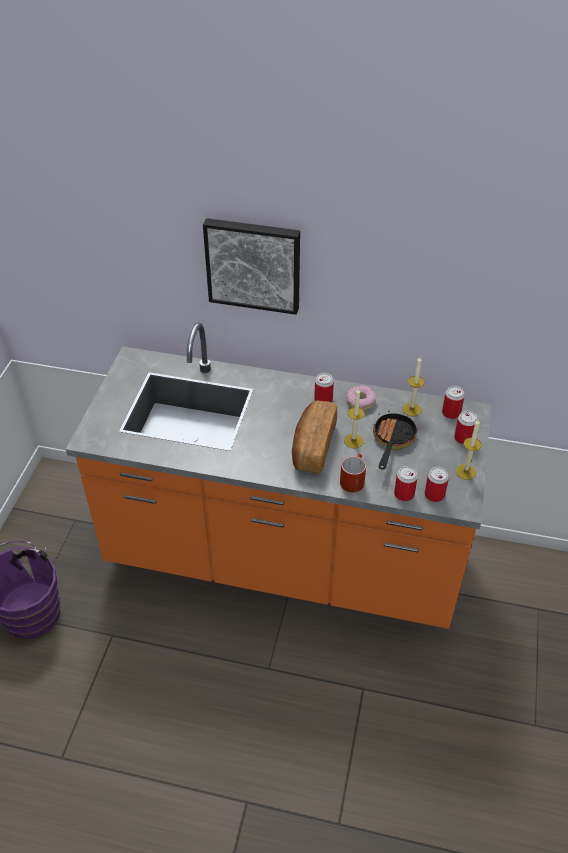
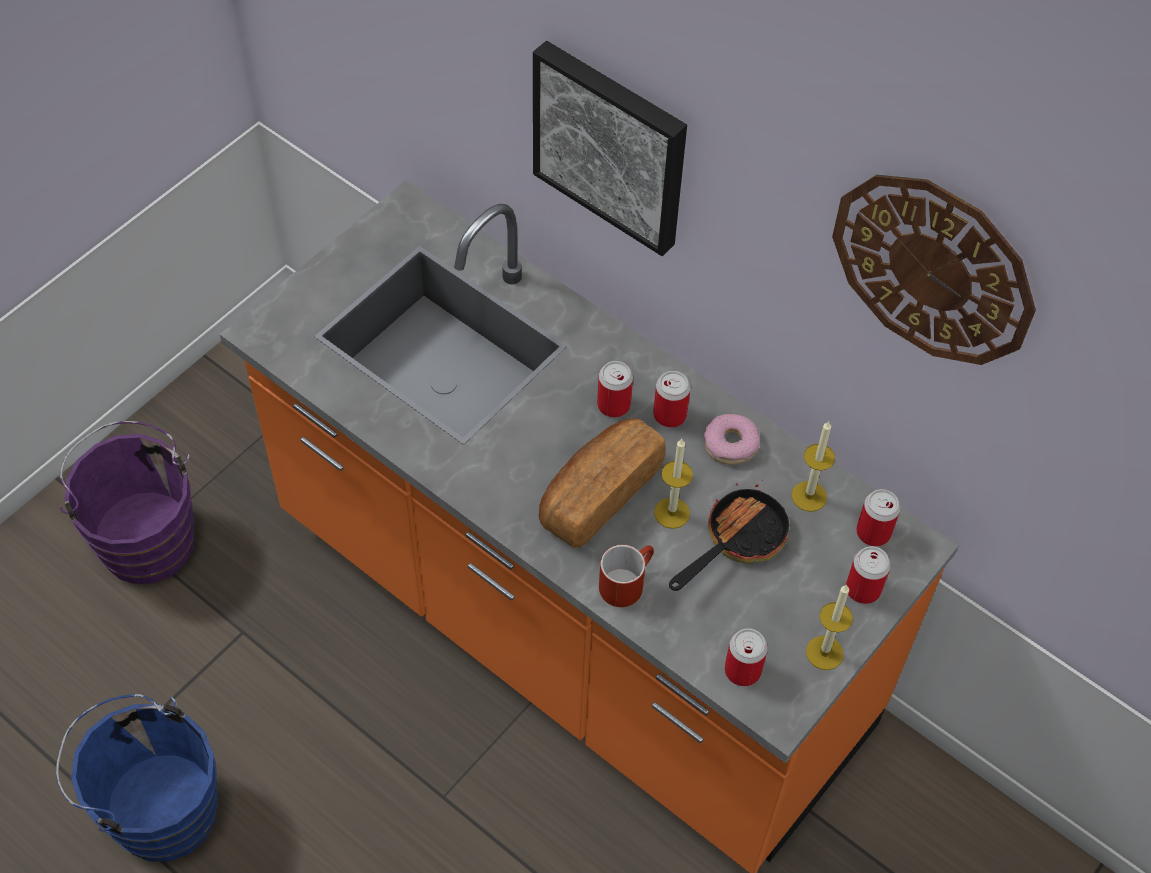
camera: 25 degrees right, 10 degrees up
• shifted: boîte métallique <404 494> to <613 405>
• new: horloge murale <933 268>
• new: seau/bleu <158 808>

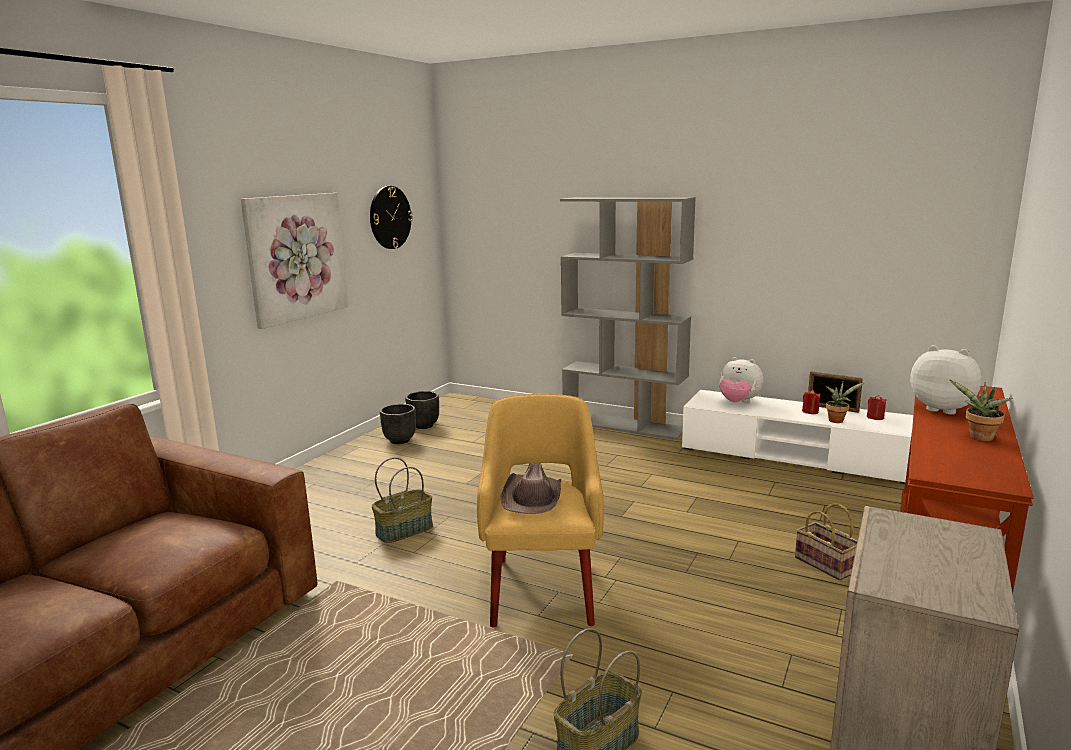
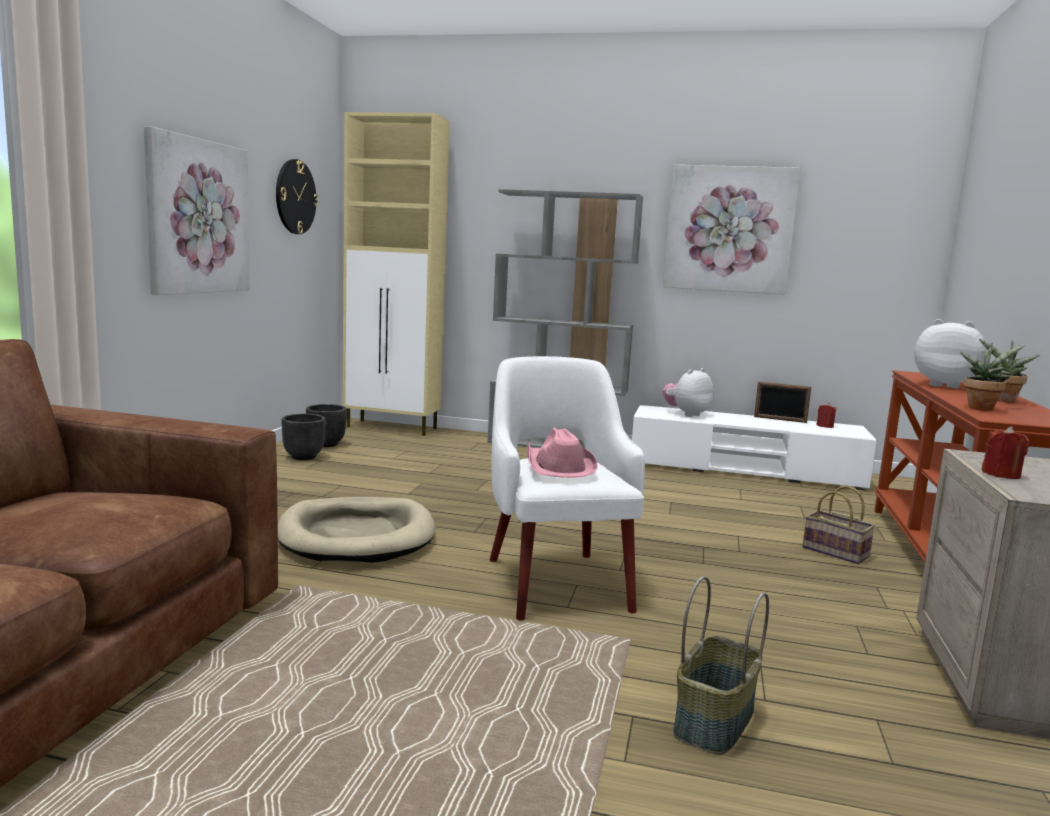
camera: 15 degrees left, 5 degrees down
• rotated: peluche <738 402> = <686 414> 120 degrees clockwise
• shifted: plante en pot <837 420> to <981 408>
• shifted: bougie/rouge <810 411> to <1001 474>
• repainted: fauteuil/jaune <542 587> to fauteuil/blanc <556 581>
• swapped: panier <404 530> to panier pour chien/beige <357 536>
• repainted: chapeau/marron <532 497> to chapeau/rose <558 466>
• new: meuble de rangement/beige <393 428>
• new: tableau <729 229>

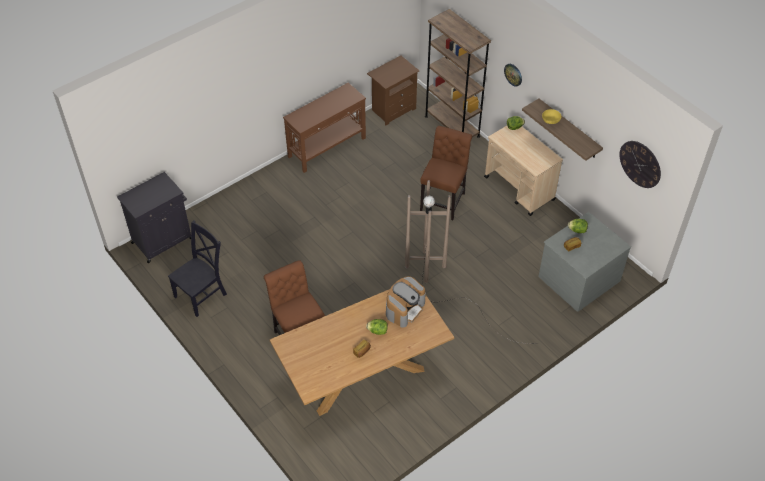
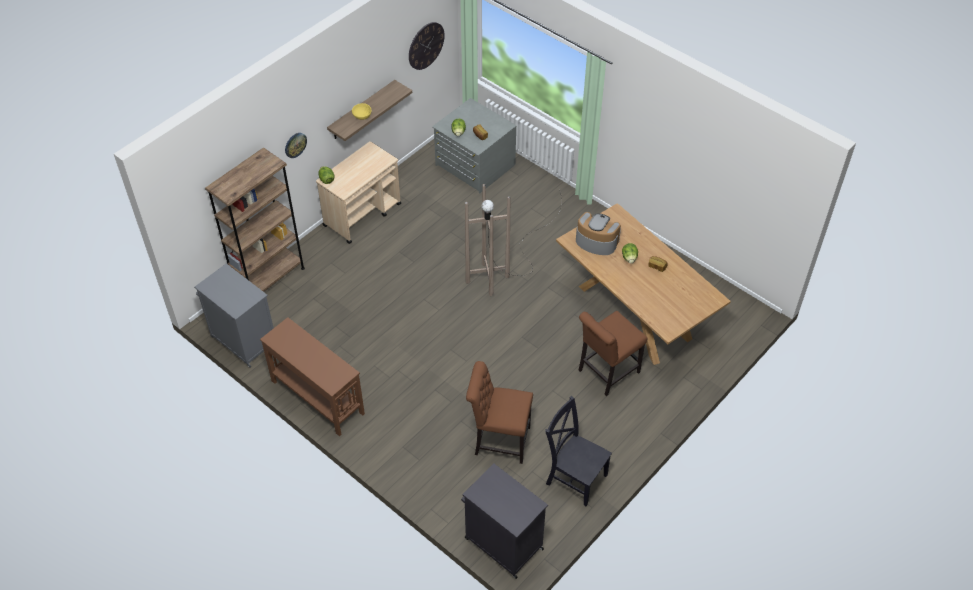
camera: 100 degrees left, 0 degrees up
• swapped: table de chevet/marron <392 109> to meuble de rangement/gris <243 340>
• shifted: chaise/marron <444 200> to <499 440>

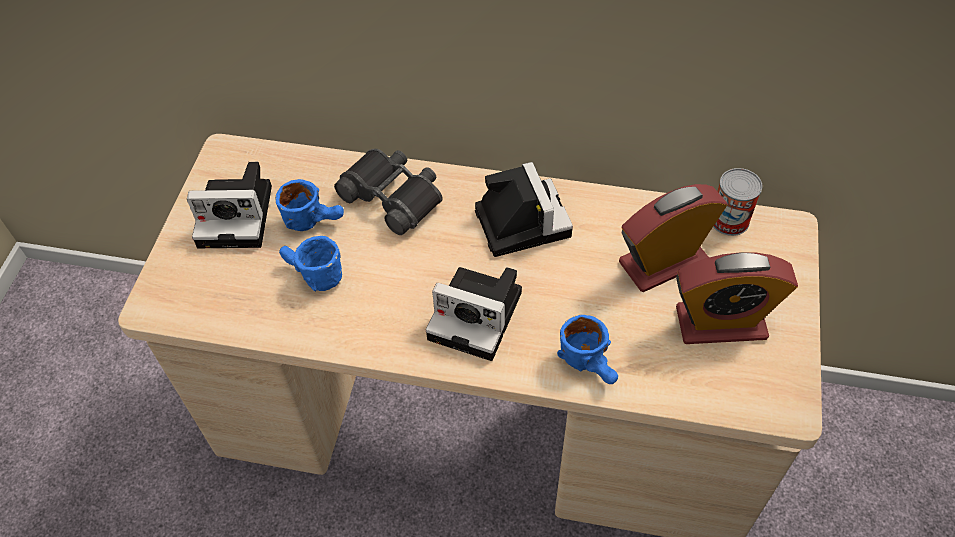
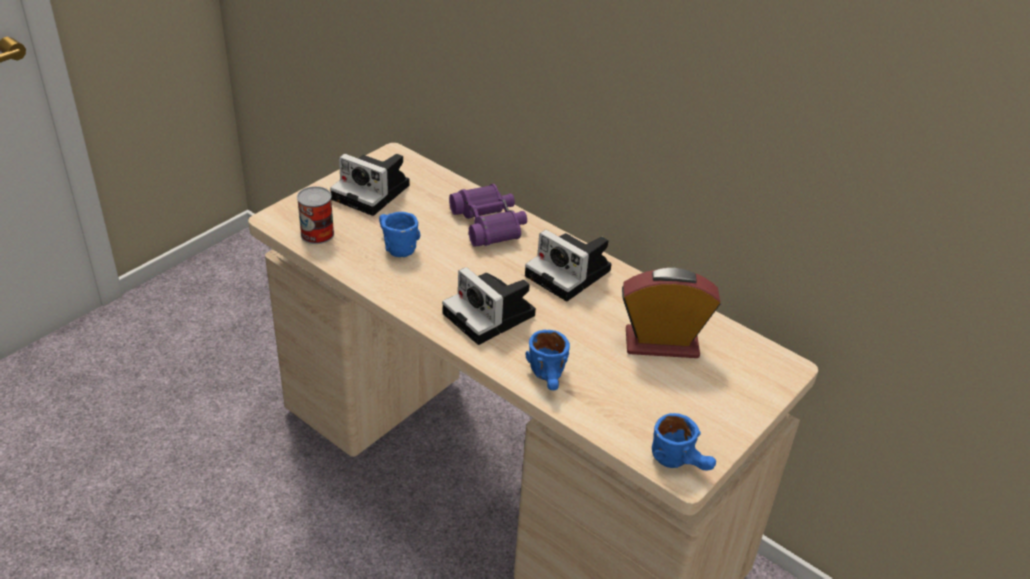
camera: 25 degrees right, 15 degrees down
• repainted: jumelles/noir <393 196> to jumelles/violet <489 224>
• rotated: appareil photo <520 220> = <571 274> 120 degrees clockwise
• shifted: boîte métallique <729 219> to <317 234>
• shifted: mug/bleu <315 219> to <682 461>
• gone: réveil <721 323>

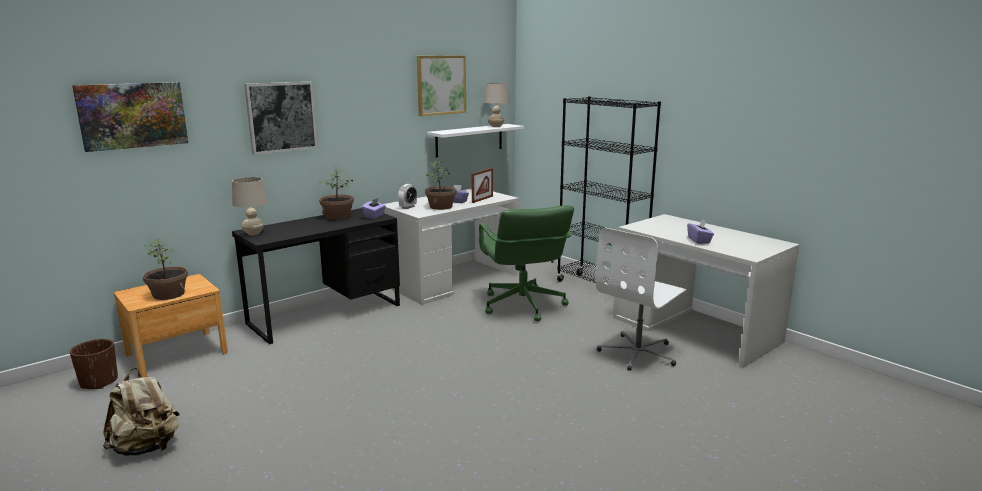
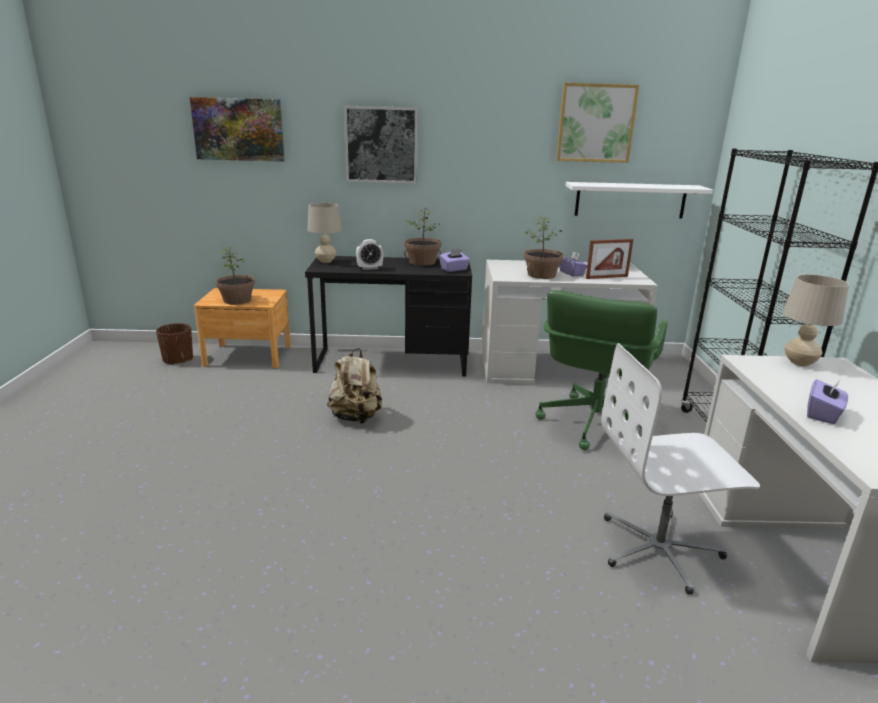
camera: 40 degrees right, 5 degrees up
• shifted: lampe de table/beige <496 126> to <799 363>
• shifted: réveil <408 207> to <369 268>
• shifted: sac à dos/beige <147 447> to <356 417>

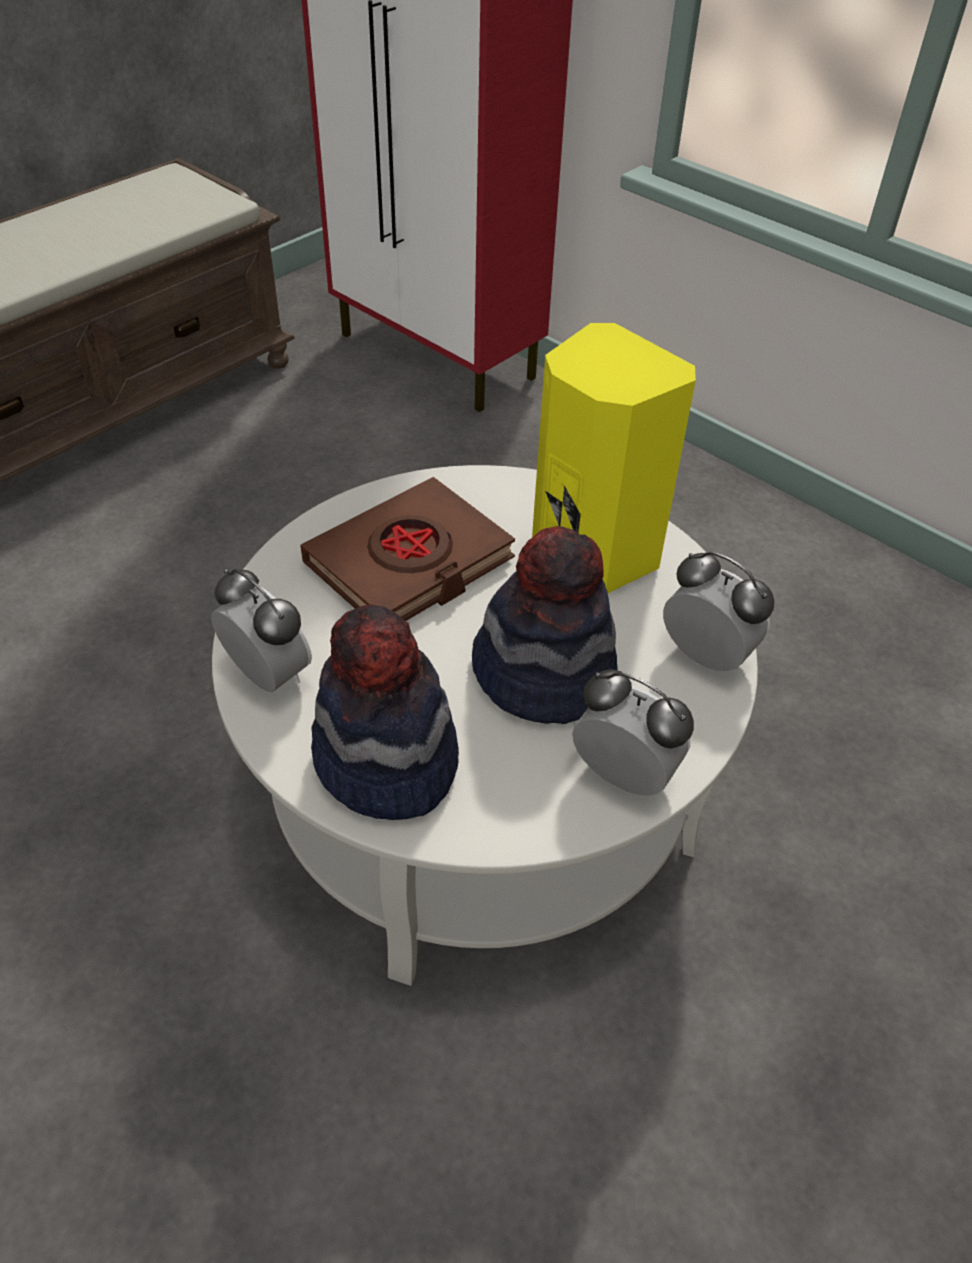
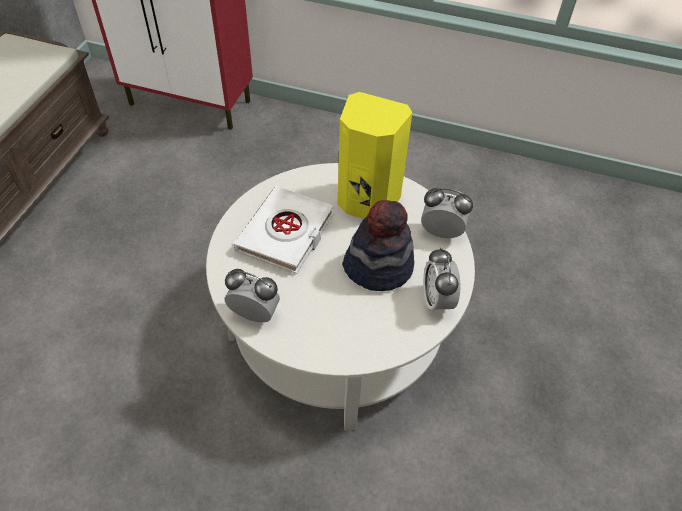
camera: 25 degrees left, 5 degrees up
• repainted: livre/marron <410 563> to livre/blanc <286 233>
• gone: chapeau <385 761>
• rotated: réveil <623 775> = <437 300> 105 degrees counterclockwise

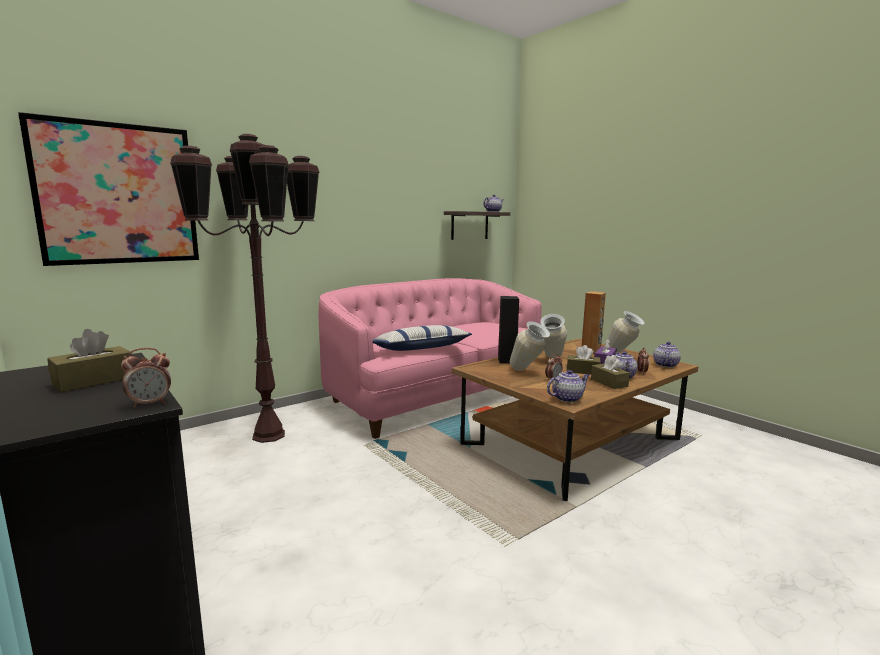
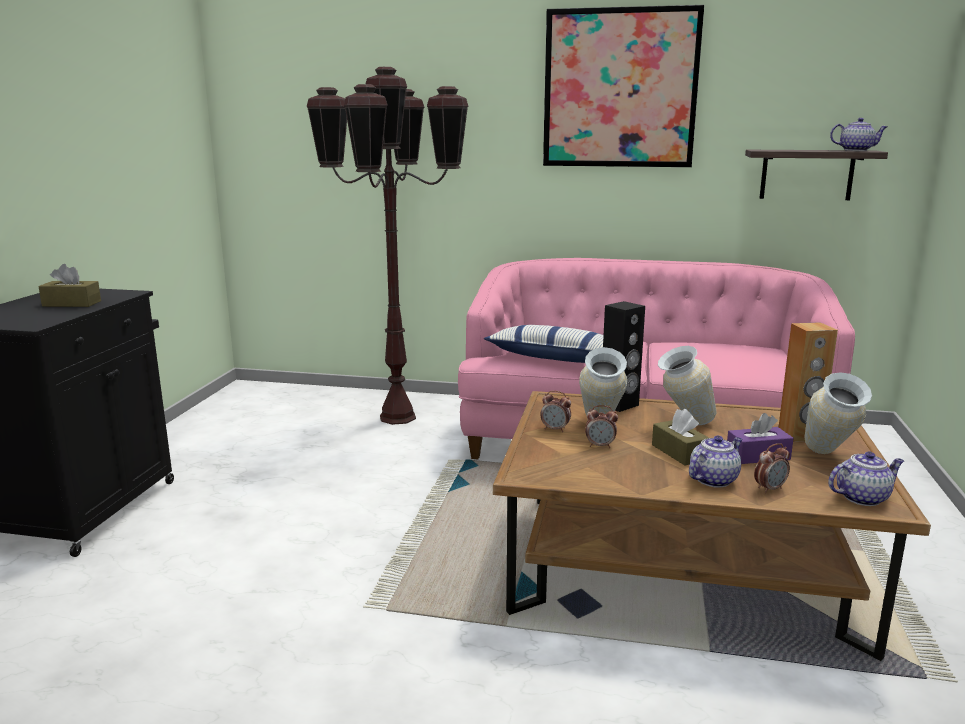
camera: 50 degrees right, 5 degrees up
• shifted: tableau <118 194> to <620 89>
• shifted: réveil <150 403> to <555 429>
• gone: boîte à mouchoirs/marron <609 382>
• gone: théière <567 398>

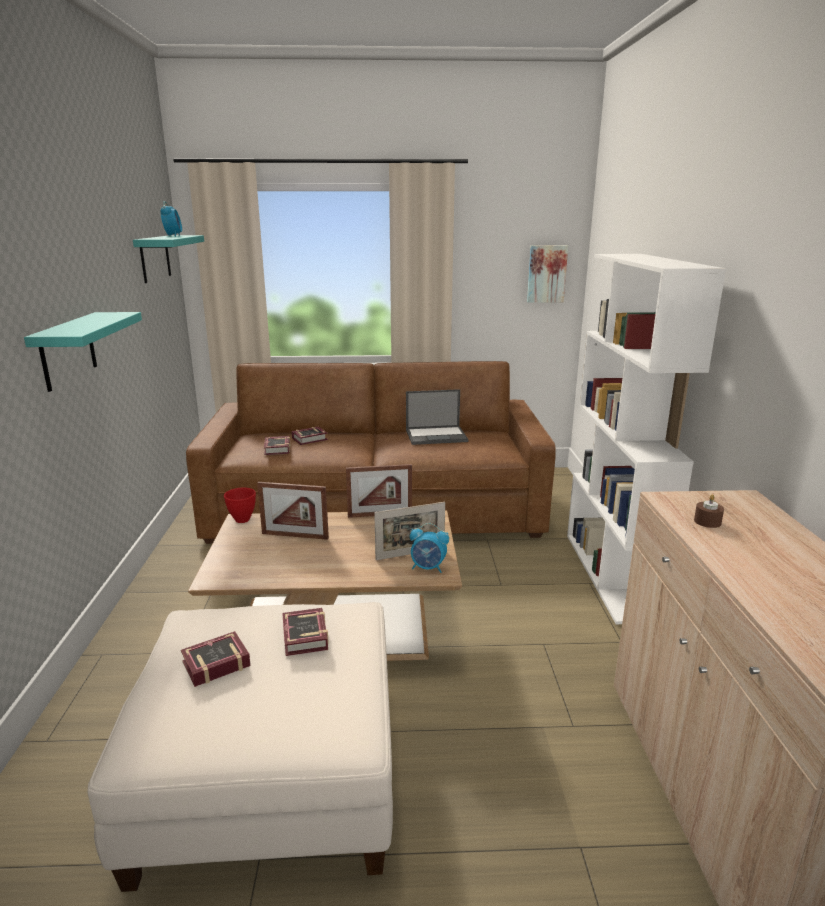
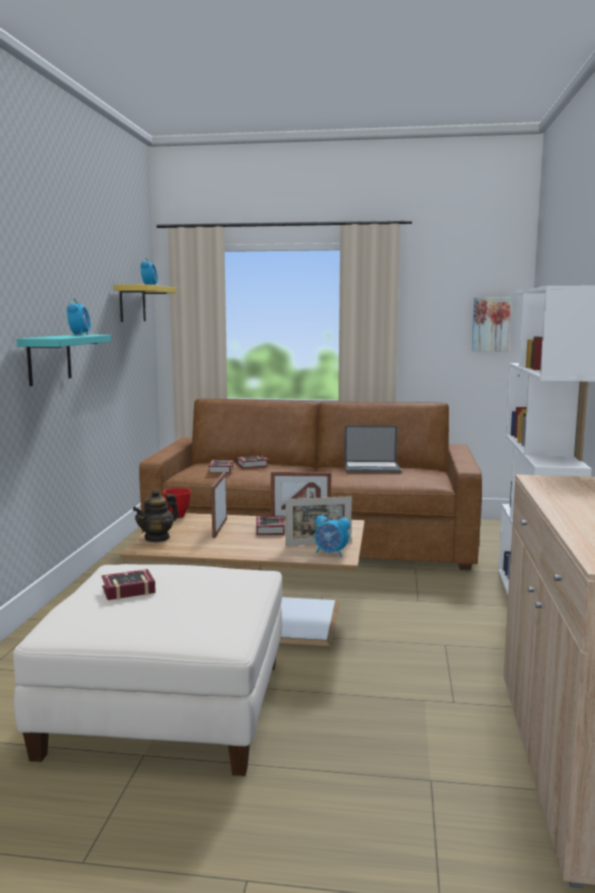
camera: 10 degrees right, 10 degrees down
• repainted: étagère/turquoise <155 258> to étagère/jaune <132 303>
• rotated: cadre photo <295 536> = <219 528> 75 degrees clockwise
• gone: bougie/marron <707 522>
• shifted: livre <303 638> to <269 530>
• new: réveil <80 335>
• new: théière <157 538>

